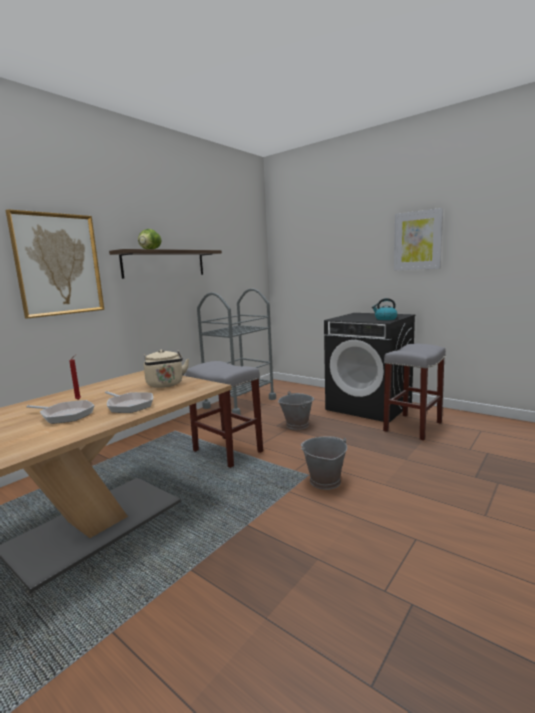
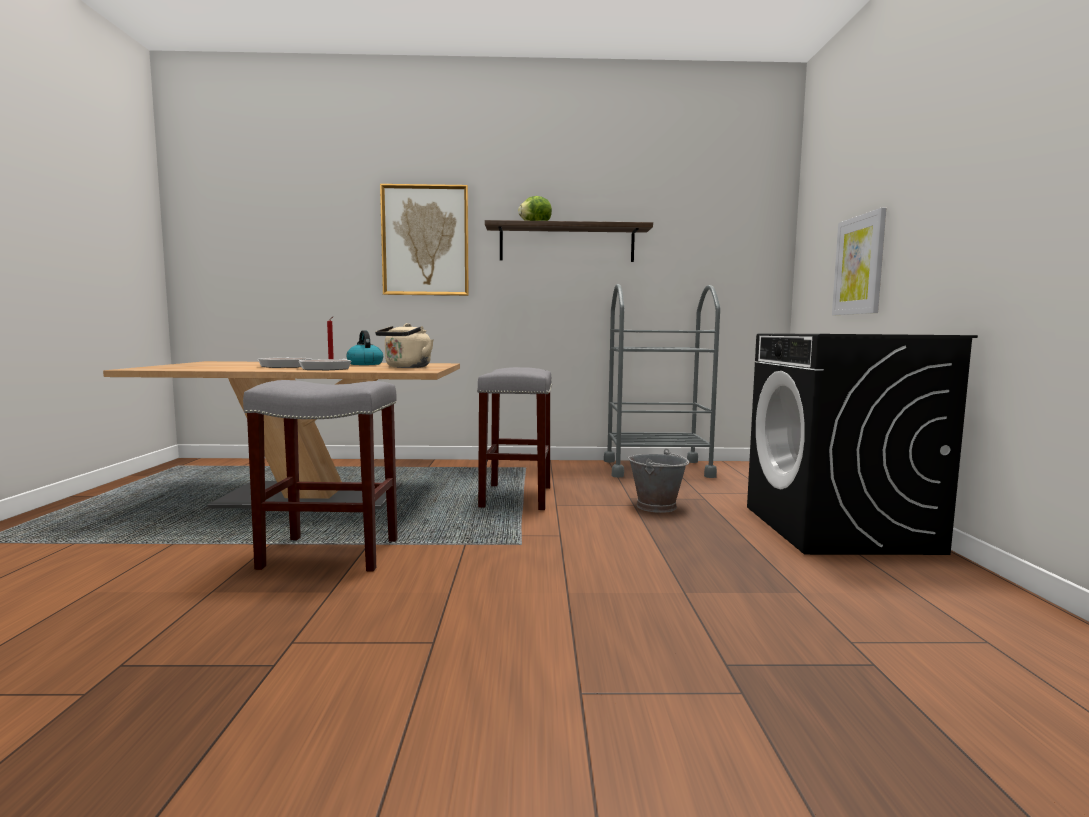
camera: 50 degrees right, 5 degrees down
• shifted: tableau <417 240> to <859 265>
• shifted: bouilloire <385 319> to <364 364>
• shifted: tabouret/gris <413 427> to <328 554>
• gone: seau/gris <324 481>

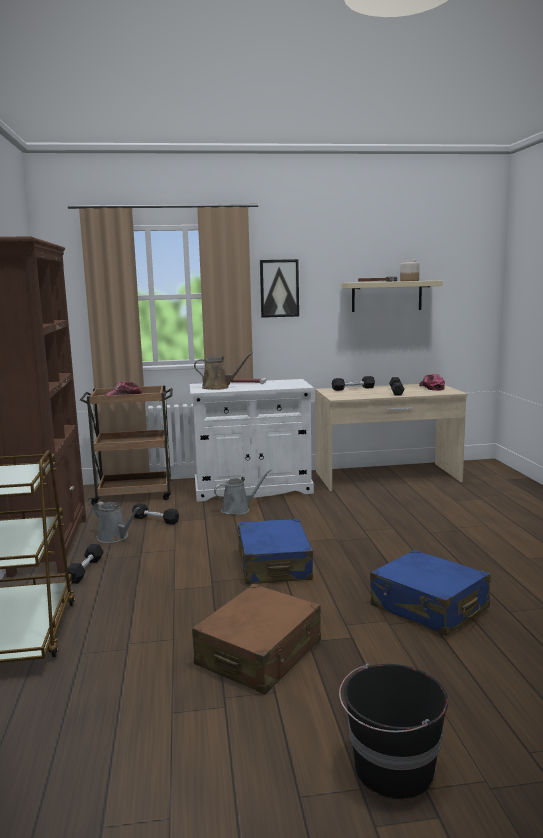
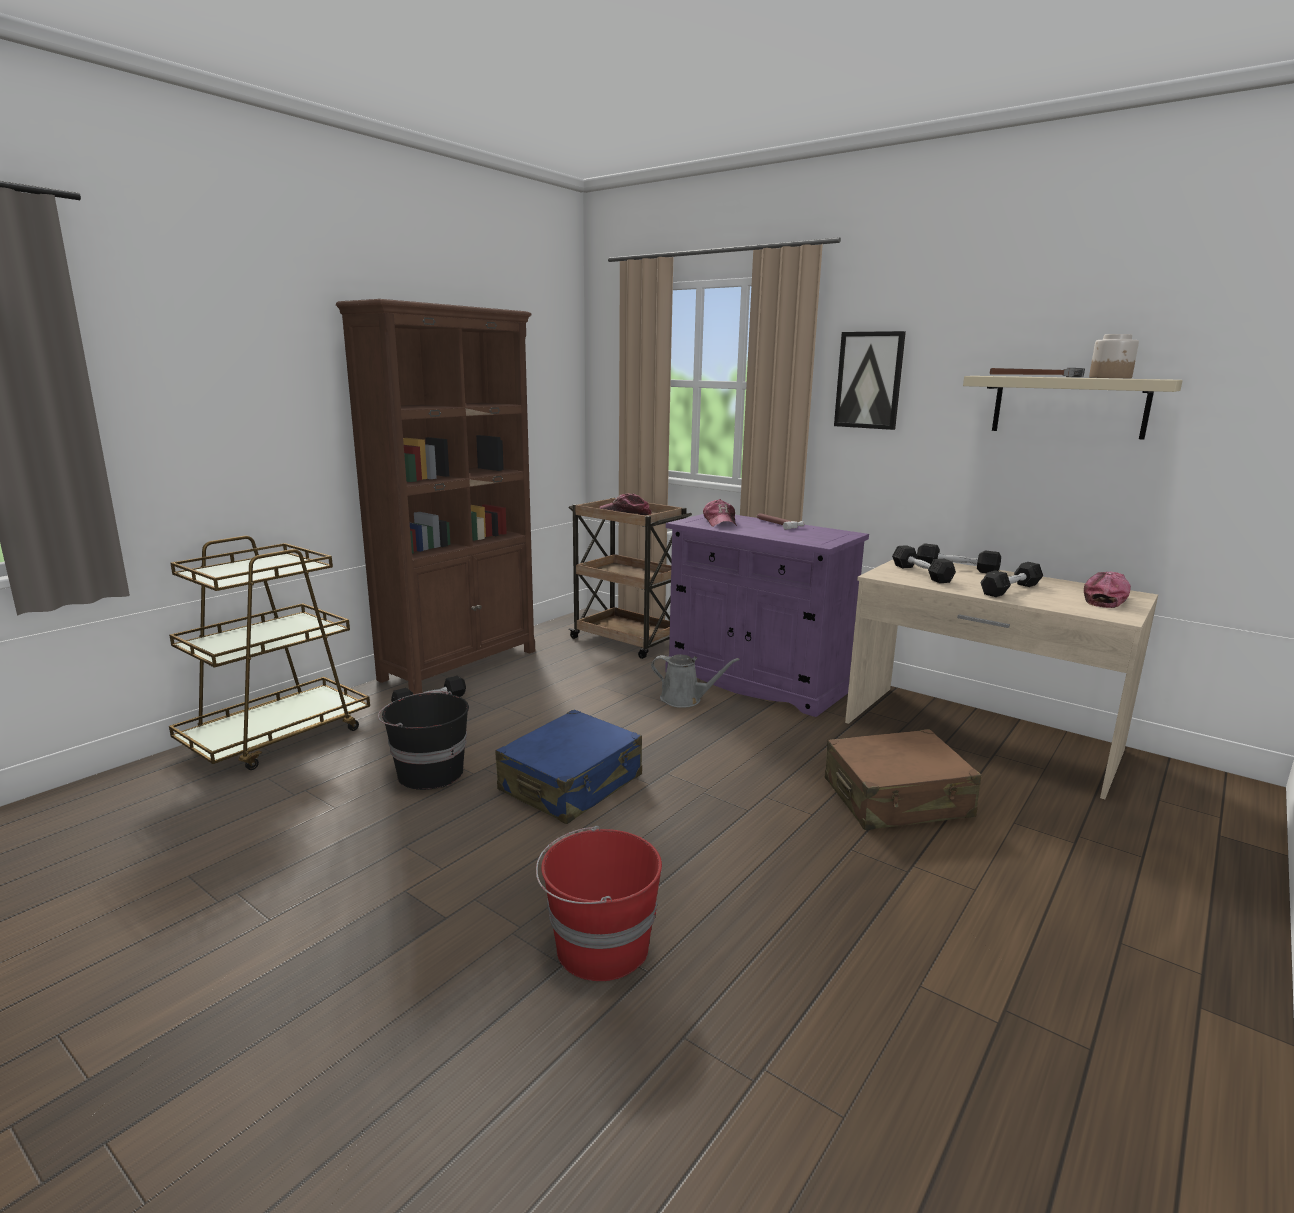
camera: 45 degrees right, 5 degrees up
• swapped: arrosoir/marron <218 387> to casquette <720 522>
• repainted: meuble de rangement/blanc <252 489> to meuble de rangement/violet <756 681>
• gone: arrosoir/gris <115 537>
• shifted: haltère/noir <155 520> to <921 573>
• swapped: valise/bleu <429 607> to seau/rouge <599 948>
• shifted: valise/marron <259 654> to <897 799>
• shifted: seau/noir <392 769> to <429 773>

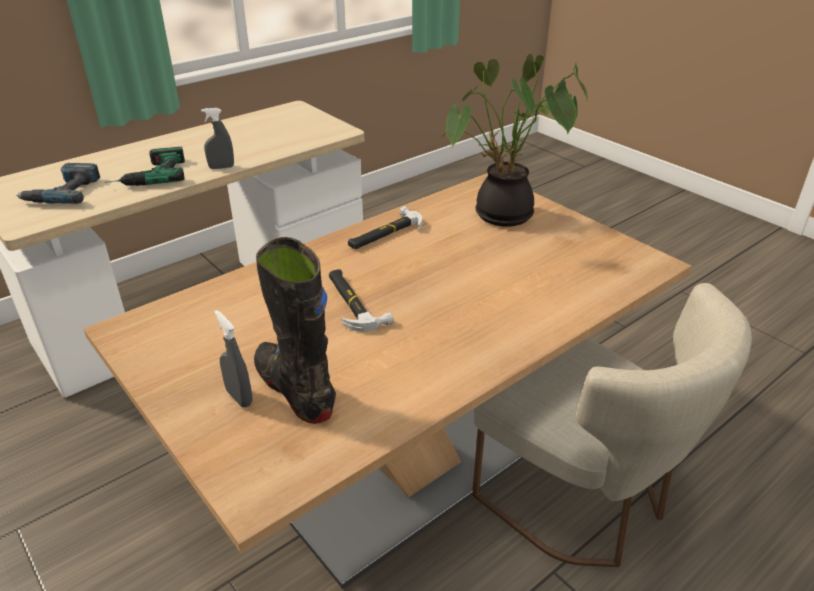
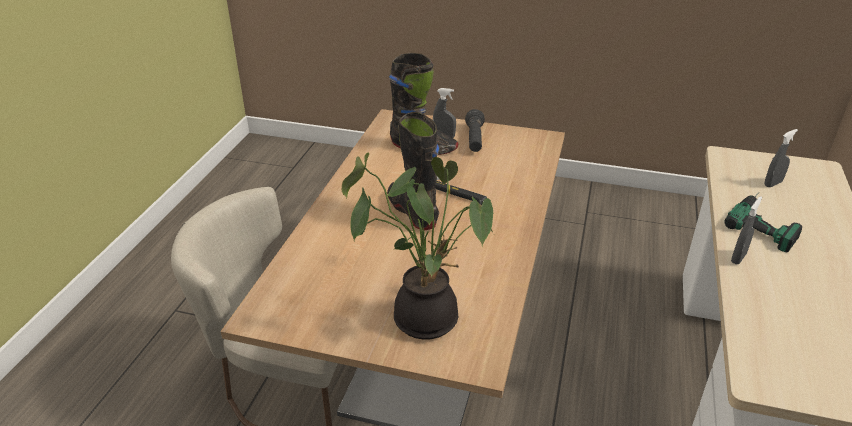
camera: 145 degrees right, 0 degrees up
• swapped: perceuse <64 192> to vaporisateur/gris <773 184>
• gone: marteau <385 233>
• new: lampe de poche/noir <474 139>
• new: botte/noir <412 212>

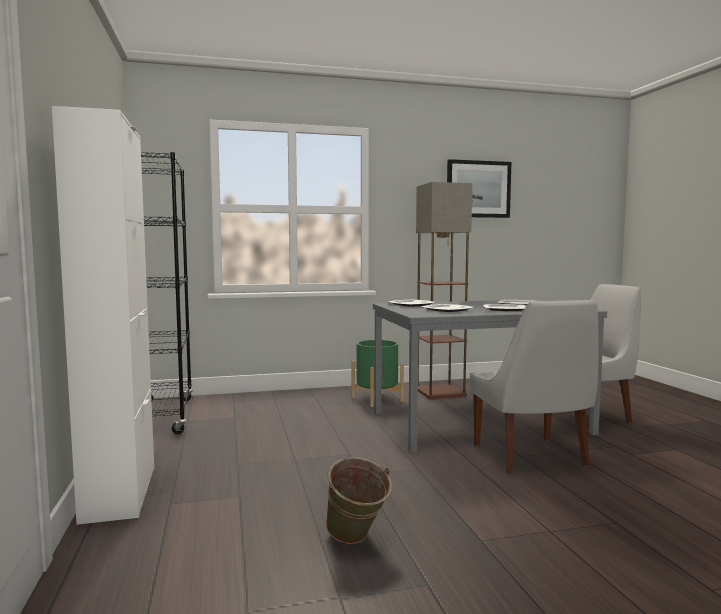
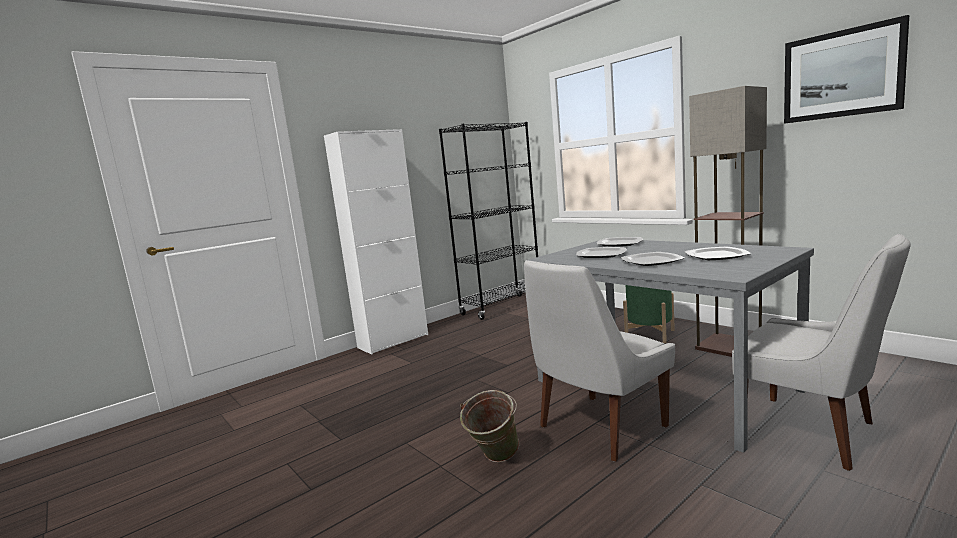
camera: 65 degrees right, 5 degrees up
• shifted: seau/vert <355 541> to <494 460>

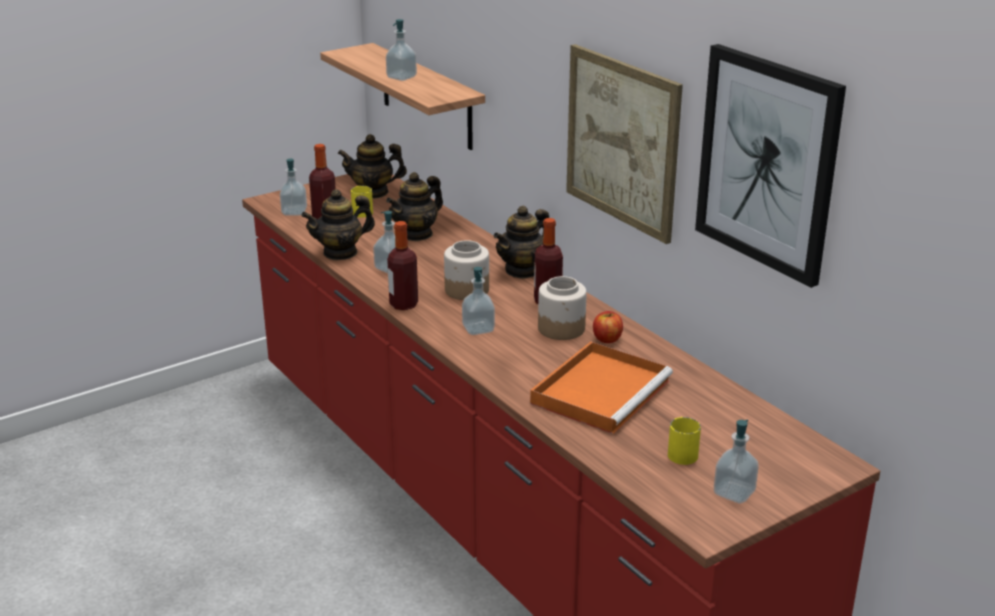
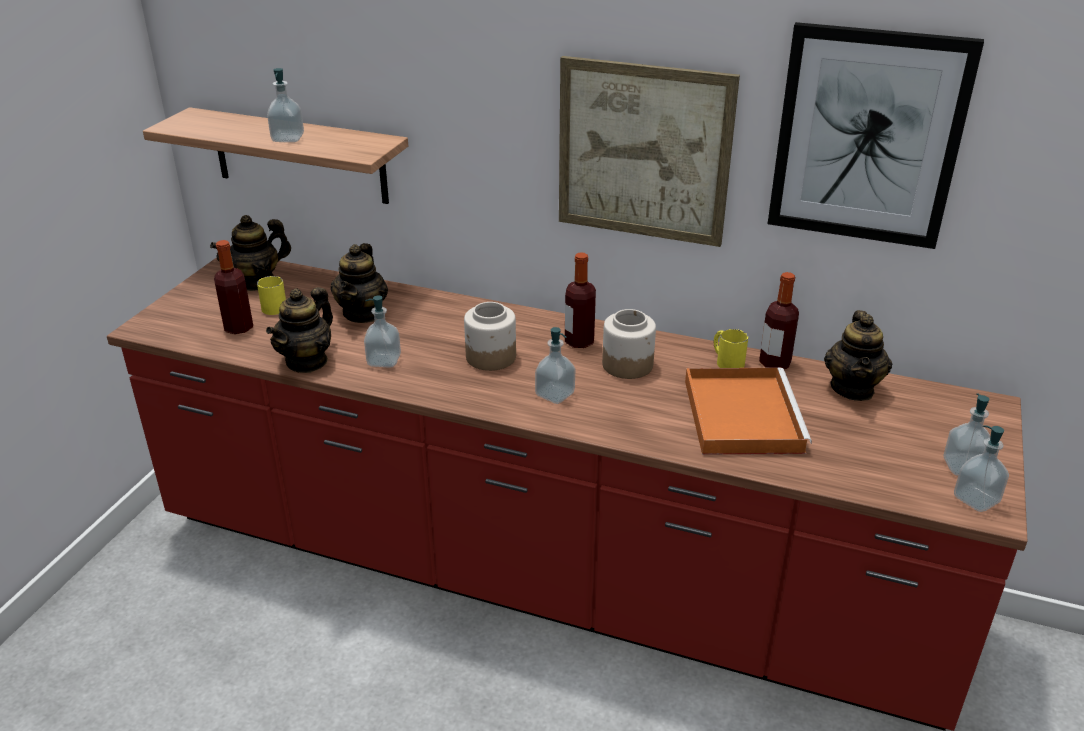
camera: 35 degrees left, 5 degrees up
• shifted: distributeur de savon <294 212> to <976 499>
• shifted: théière <522 270> to <853 389>
• shifted: bouteille <403 304> to <774 363>
• gone: pomme <607 339>
• shifted: mug/jaune <681 452> to <726 361>

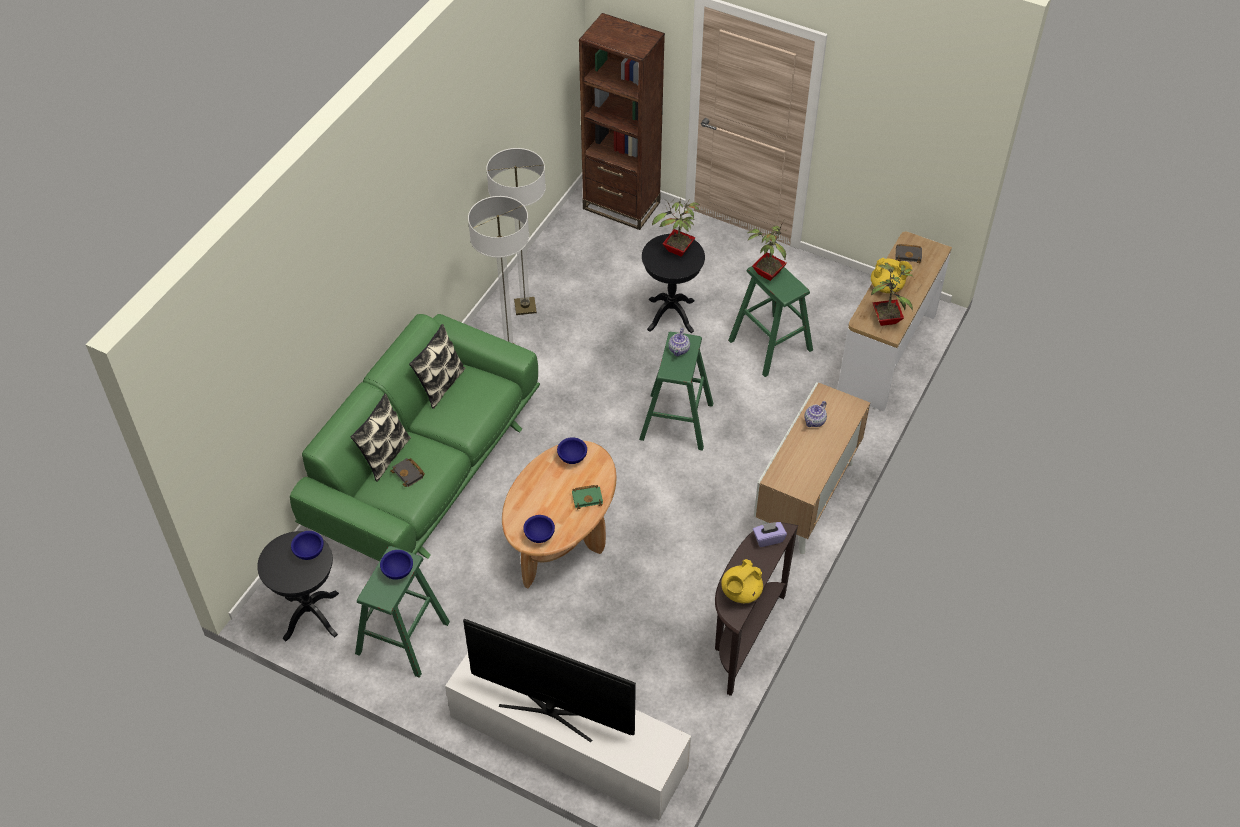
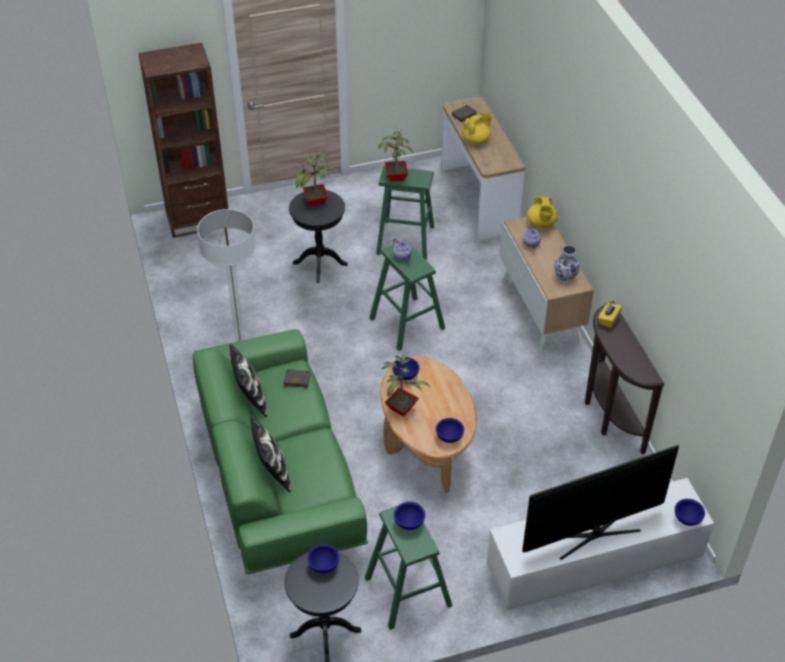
camera: 45 degrees left, 5 degrees down
• gone: lampadaire <525 307>
• shifted: plante en pot <887 319> to <402 408>
• shifted: livre/noir <409 474> to <298 380>
• gone: livre/vert <588 497>
• repainted: boîte à mouchoirs/violet <768 539> to boîte à mouchoirs/jaune <608 320>
• shifted: théière/jaune <740 592> to <541 223>
• new: vase <565 277>
• new: bol/bleu <687 518>

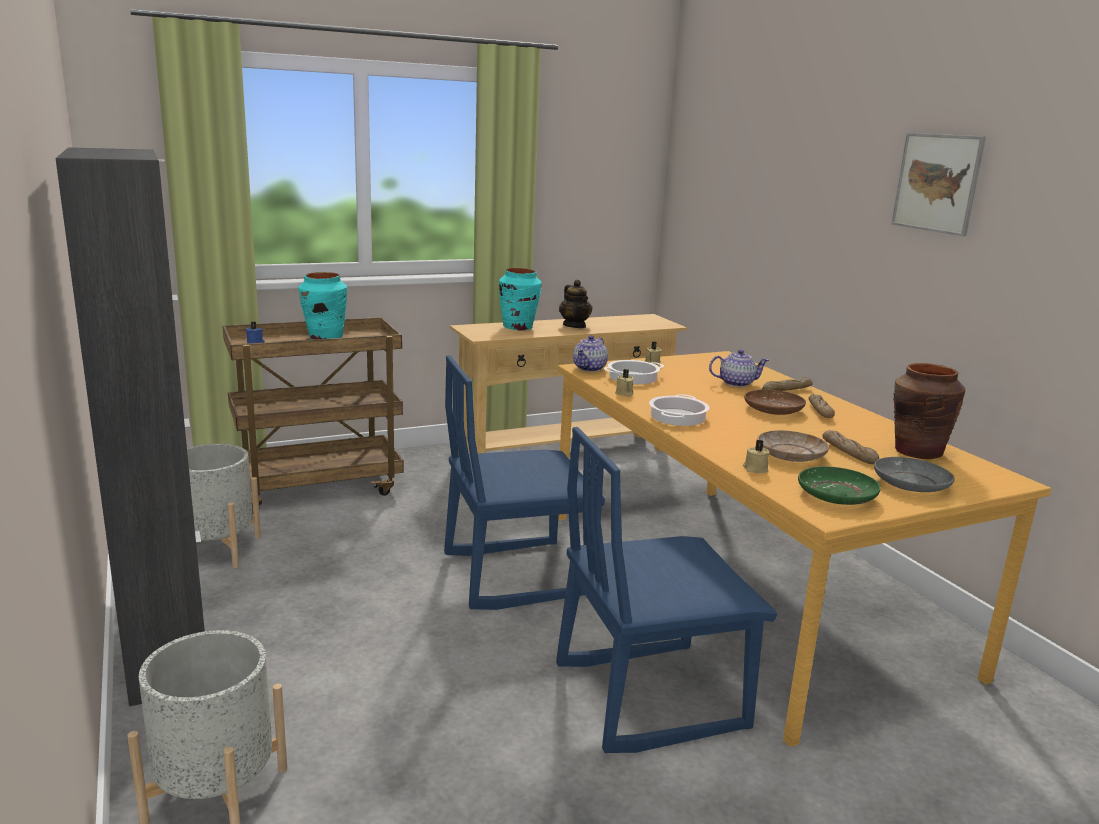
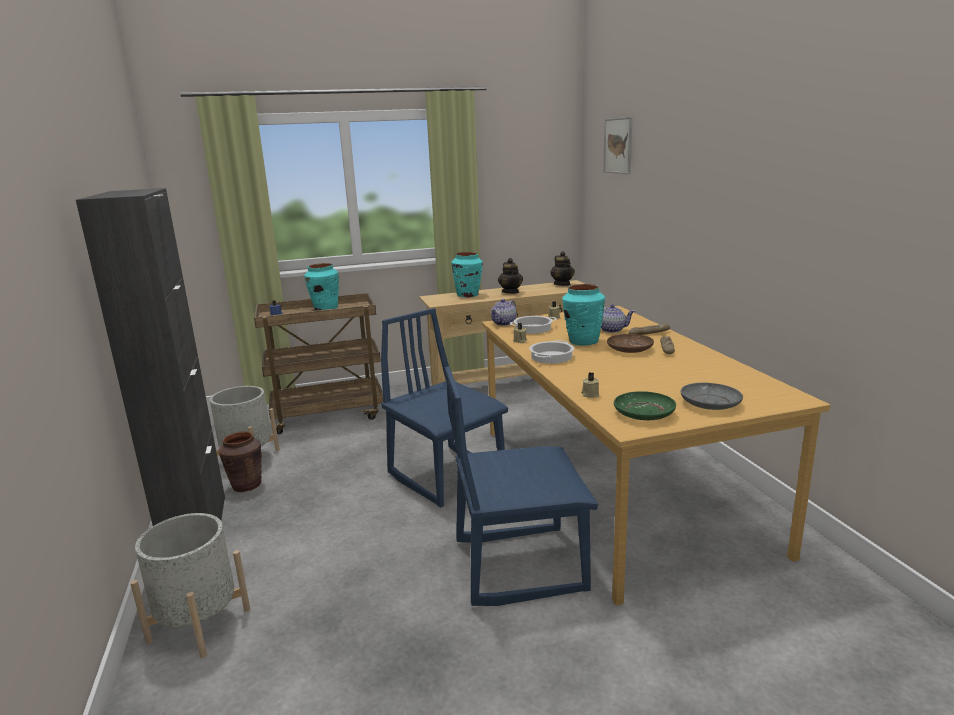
camera: 10 degrees right, 0 degrees up
• shifted: tableau <937 183> to <618 145>
• rotated: chaise/bleu <515 574> = <447 475> 60 degrees clockwise
• shifted: vase/marron <917 452> to <246 485>
• gone: assiette/beige <790 455>
• gone: pain <848 453>
• new: théière <562 284>
• new: vase/turquoise <583 342>

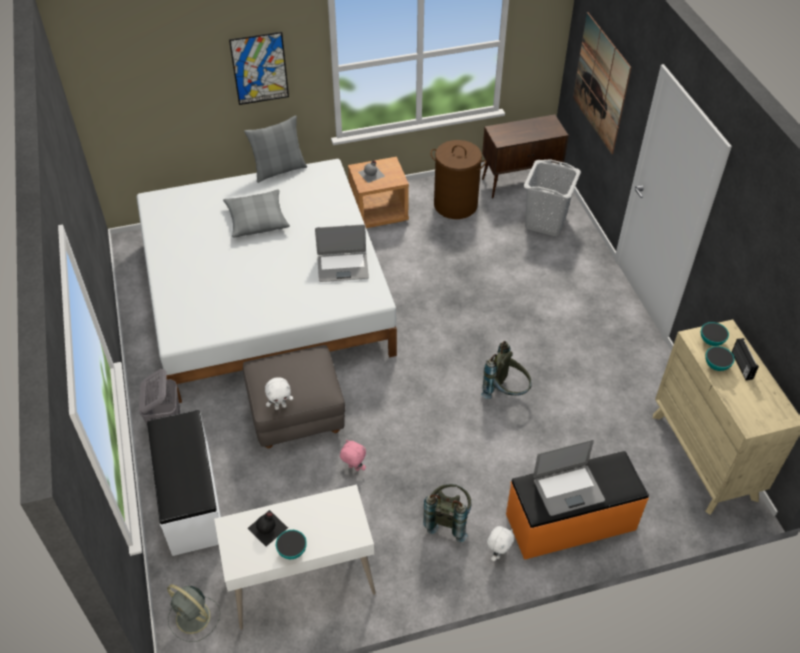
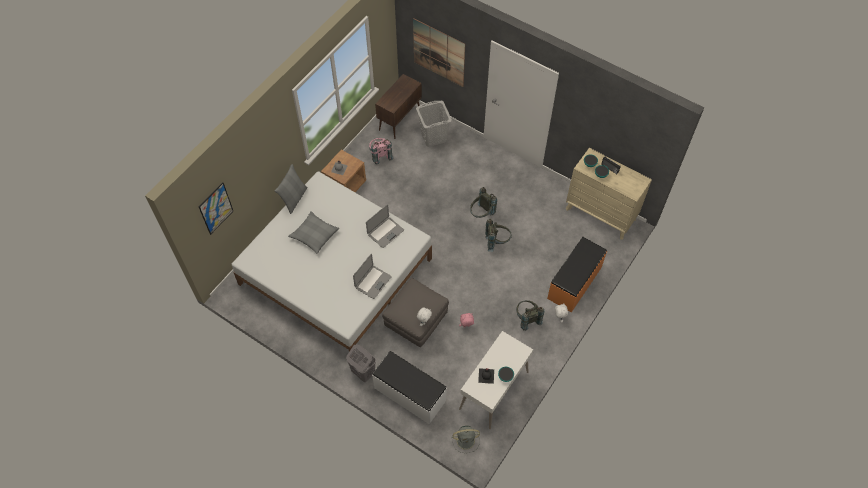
camera: 40 degrees left, 10 degrees up
• shifted: tableau <259 68> to <216 208>
• swapped: panier à linge/marron <455 205> to sac à dos/rose <380 155>
• shifted: ordinateur portable <568 489> to <373 282>
• new: sac à dos/gris <481 214>

